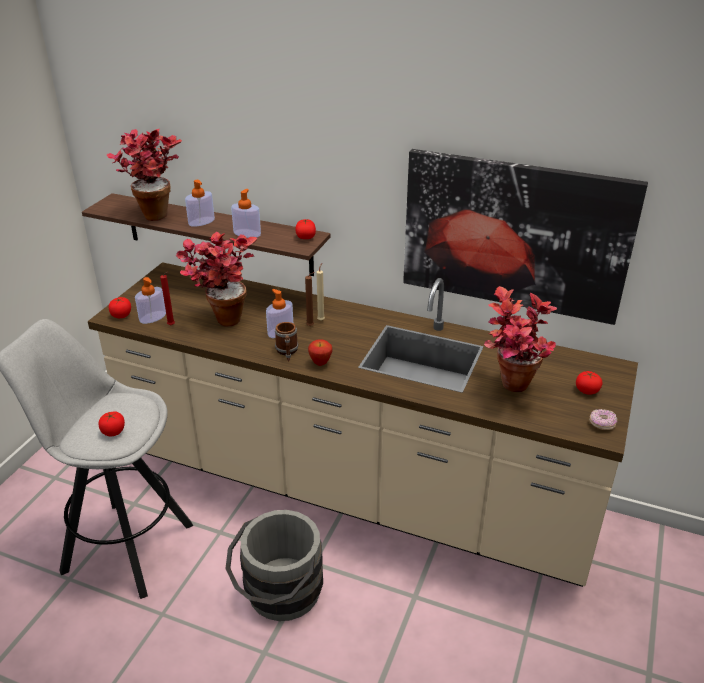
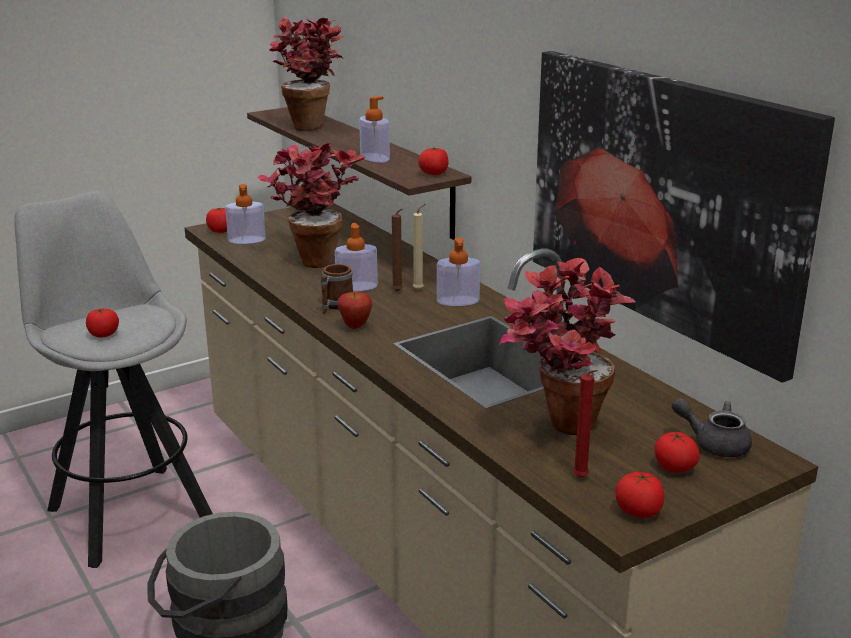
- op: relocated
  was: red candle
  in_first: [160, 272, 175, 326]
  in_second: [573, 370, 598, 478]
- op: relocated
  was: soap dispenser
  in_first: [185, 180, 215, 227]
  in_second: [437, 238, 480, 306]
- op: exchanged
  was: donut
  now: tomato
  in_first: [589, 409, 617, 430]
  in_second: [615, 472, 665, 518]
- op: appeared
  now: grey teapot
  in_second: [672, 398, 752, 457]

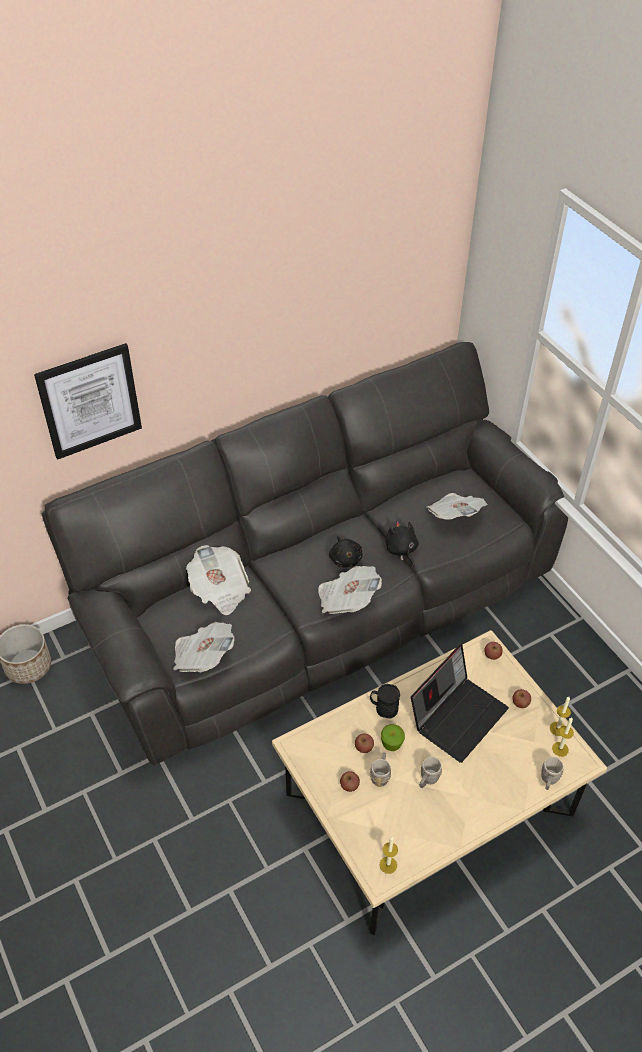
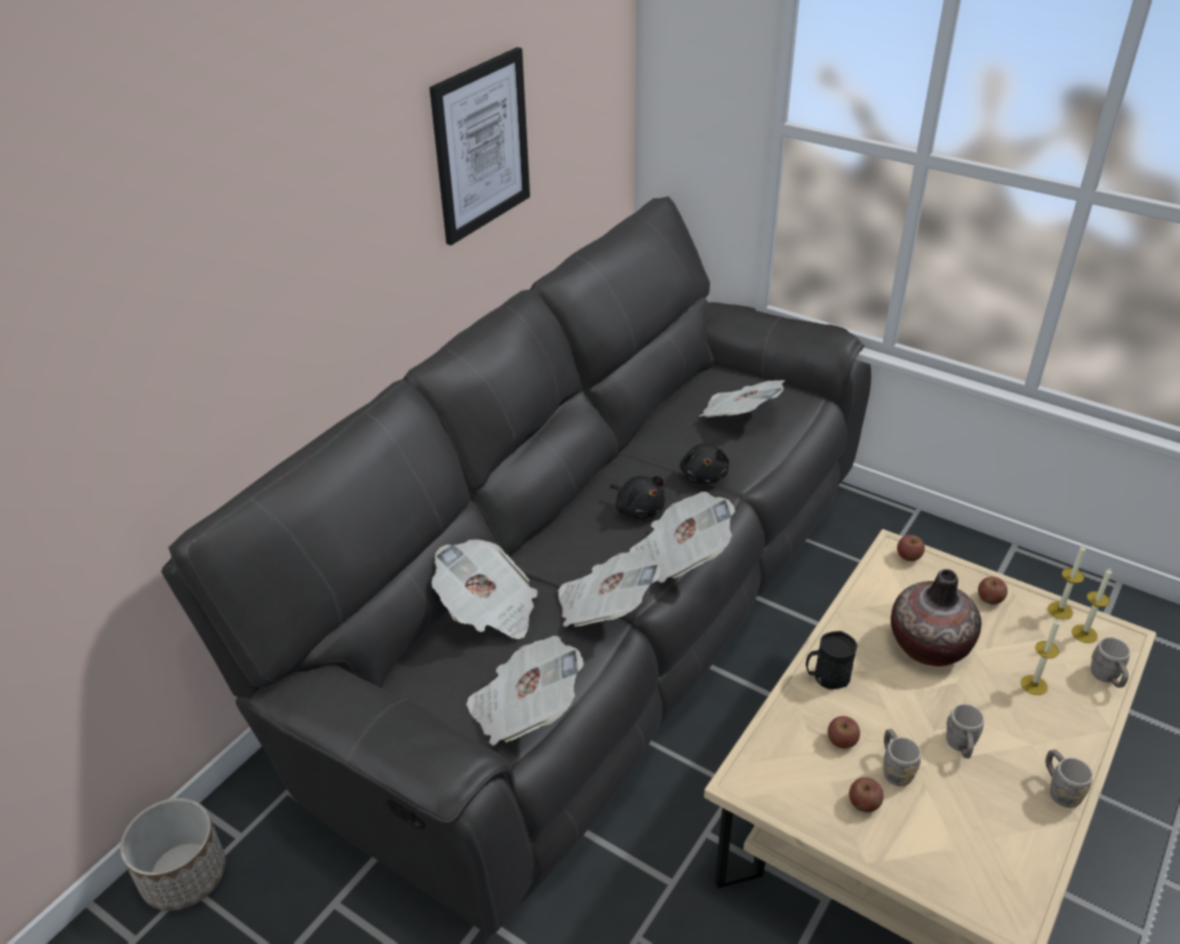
- op: relocated
  was: picture
  in_first: [34, 343, 142, 460]
  in_second: [430, 47, 530, 245]
- op: relocated
  was: candle
  in_first: [379, 836, 398, 874]
  in_second: [1021, 618, 1060, 695]
- op: missing
  was: apple
  in_first: [381, 724, 405, 751]
- op: spun
  was: black plush toy
  in_first: [386, 521, 419, 567]
  in_second: [680, 443, 729, 484]
  clockwise: -135
- op: exchanged
  was: laptop
  now: vase
  in_first: [411, 644, 509, 763]
  in_second: [891, 569, 981, 666]
- op: appeared
  now: newspaper
  in_second: [558, 550, 660, 627]
- op: appeared
  now: grey mug
  in_second: [1045, 749, 1093, 808]

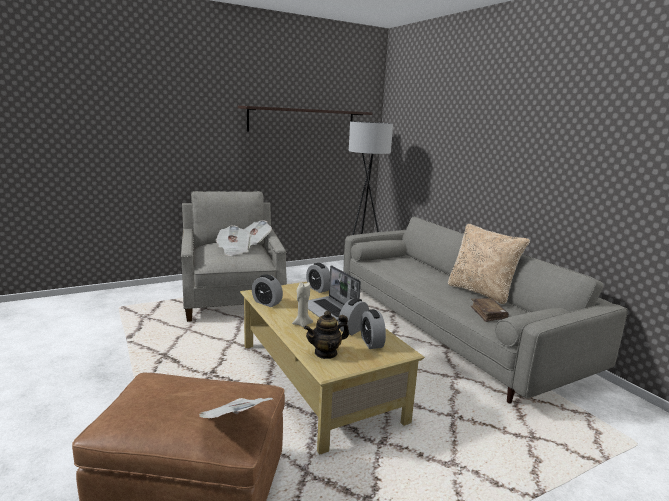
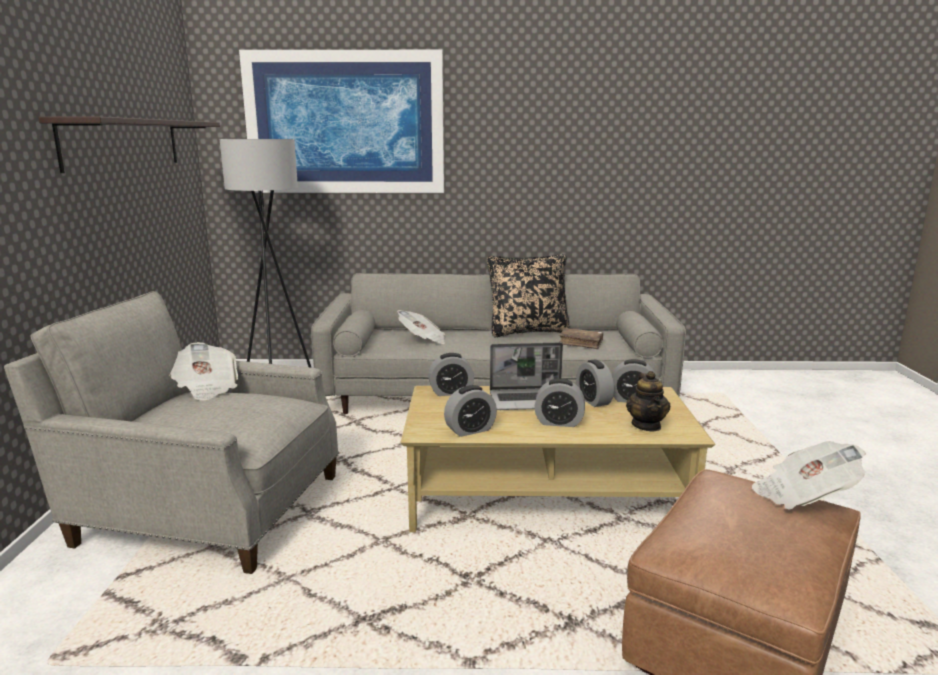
- op: relocated
  was: newspaper
  in_first: [216, 226, 252, 256]
  in_second: [397, 310, 445, 344]
- op: exchanged
  was: beige candle
  now: alarm clock
  in_first: [292, 282, 313, 327]
  in_second: [534, 379, 585, 427]
- op: colour
  was: beige pillow
  now: black pillow
  in_first: [448, 224, 530, 304]
  in_second: [487, 254, 570, 338]
- op: appeared
  now: picture
  in_second: [239, 50, 444, 193]

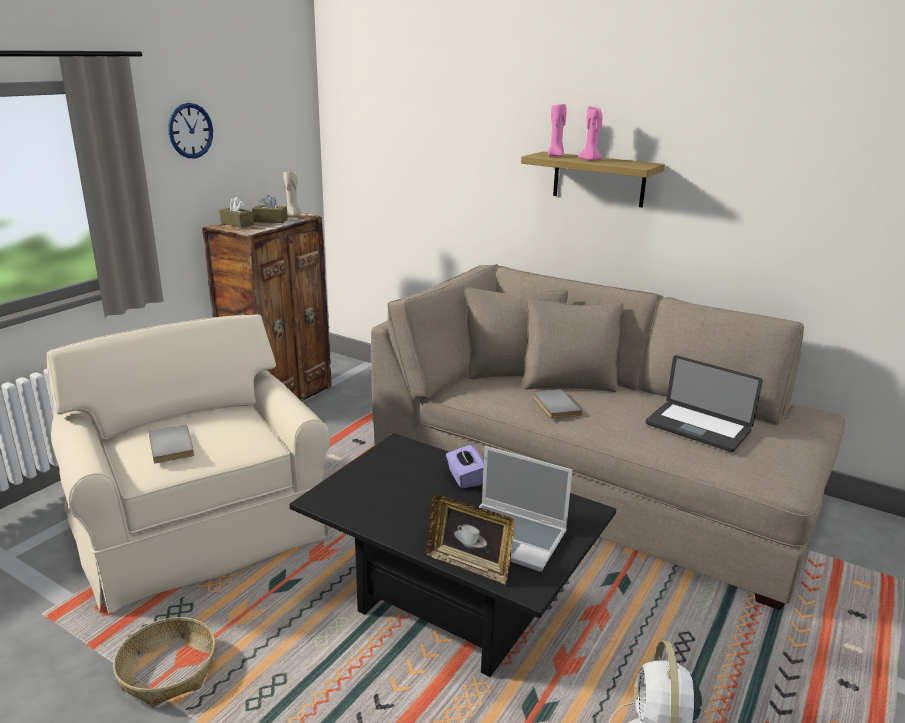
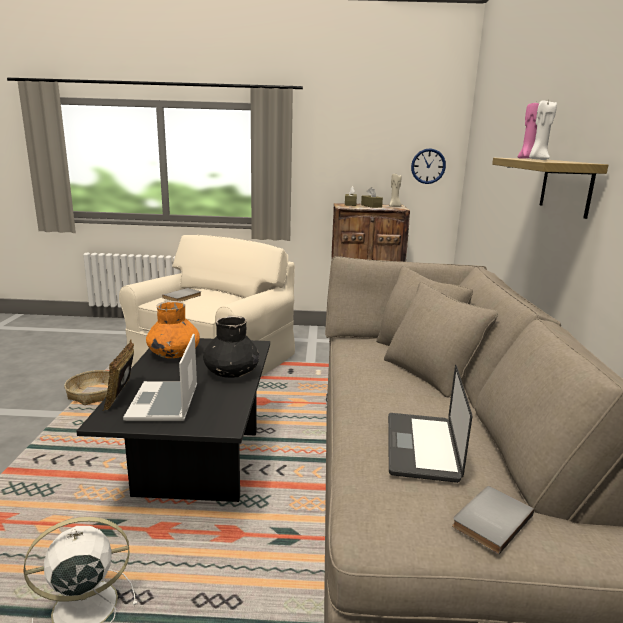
- op: relocated
  was: wall clock
  in_first: [169, 103, 213, 159]
  in_second: [411, 148, 446, 184]
- op: exchanged
  was: purple tissue box
  now: black vase
  in_first: [446, 444, 484, 488]
  in_second: [203, 316, 259, 378]
- op: relocated
  was: grey book
  in_first: [533, 389, 582, 419]
  in_second: [452, 486, 534, 554]
- op: colour
  was: pink candle
  now: white candle
  in_first: [578, 106, 603, 161]
  in_second: [529, 100, 557, 160]
- op: appeared
  now: orange vase
  in_second: [146, 301, 200, 358]

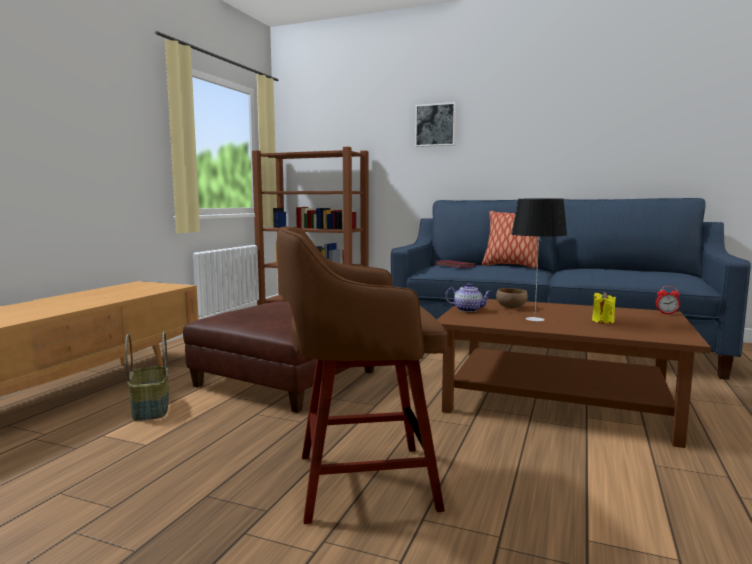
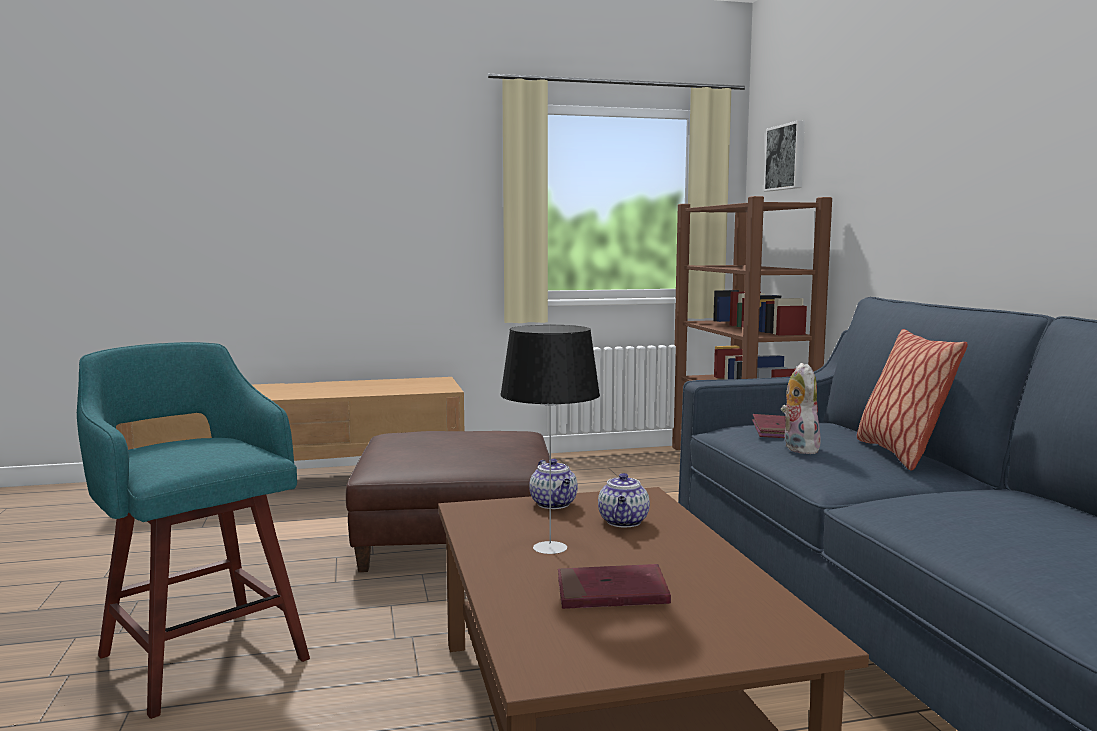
- op: missing
  was: basket
  in_first: [125, 331, 169, 421]
- op: colour
  was: brown stool
  now: turquoise stool
  in_first: [276, 227, 447, 524]
  in_second: [77, 342, 310, 719]
- op: relocated
  was: picture
  in_first: [415, 102, 456, 147]
  in_second: [763, 120, 805, 191]
- op: exchanged
  was: brown bowl
  now: teapot
  in_first: [496, 288, 528, 308]
  in_second: [598, 473, 650, 527]
- op: exchanged
  was: yellow candle
  now: red book
  in_first: [592, 292, 616, 324]
  in_second: [558, 564, 671, 609]
- op: missing
  was: alarm clock
  in_first: [656, 286, 680, 315]
- op: appeared
  now: plush toy
  in_second: [781, 363, 821, 454]

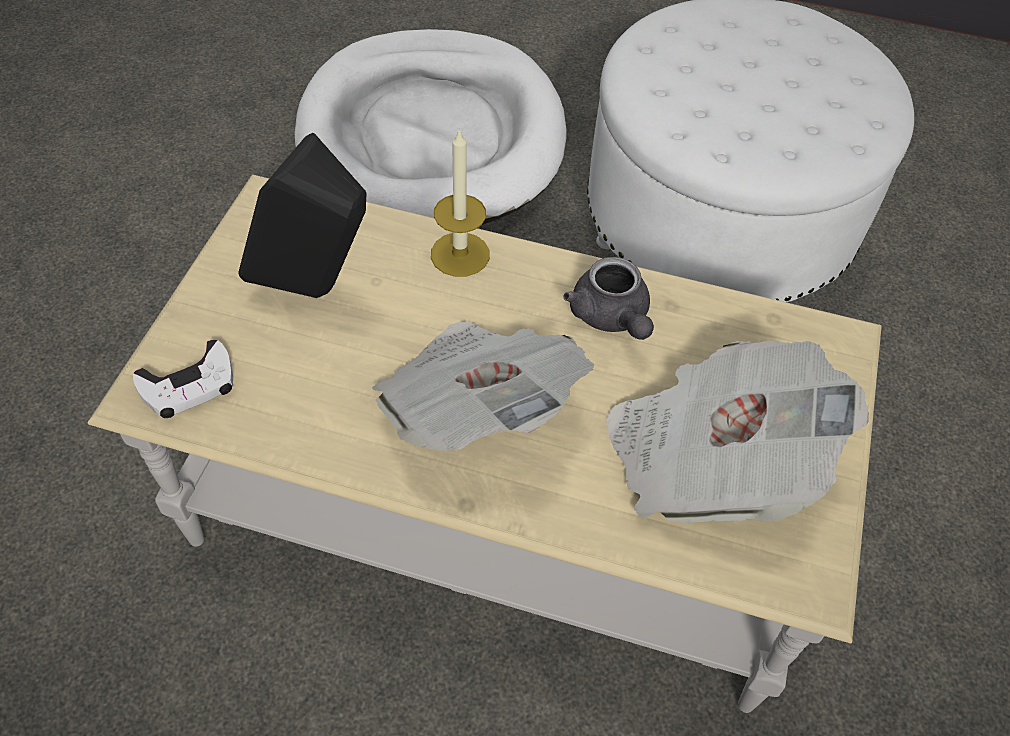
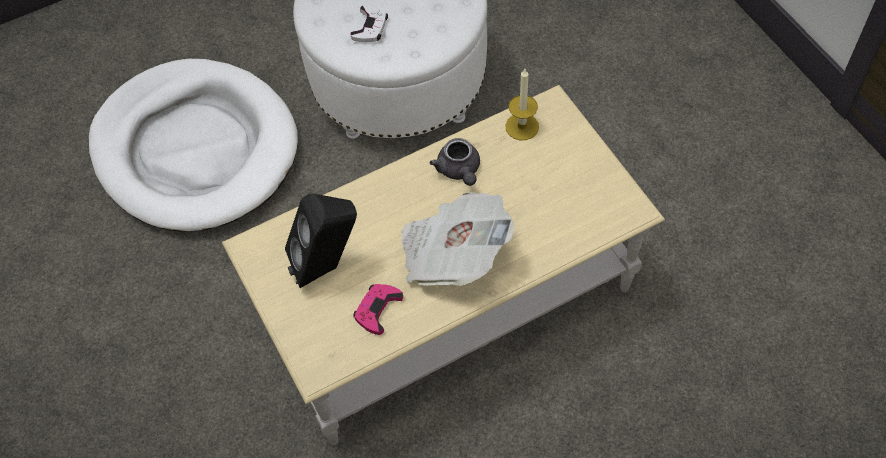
- op: relocated
  was: white game controller
  in_first: [133, 340, 233, 418]
  in_second: [350, 5, 388, 42]
- op: relocated
  was: candle
  in_first: [431, 128, 490, 277]
  in_second: [505, 69, 539, 140]
- op: spun
  was: grey teapot
  in_first: [563, 257, 654, 340]
  in_second: [430, 138, 480, 186]
  clockwise: 45
- op: missing
  was: newspaper
  in_first: [606, 341, 869, 523]
- op: appeared
  now: pink game controller
  in_second: [353, 284, 403, 335]

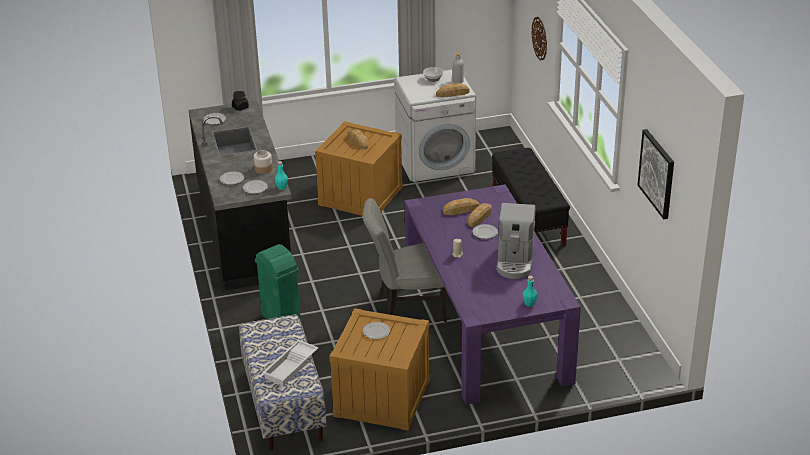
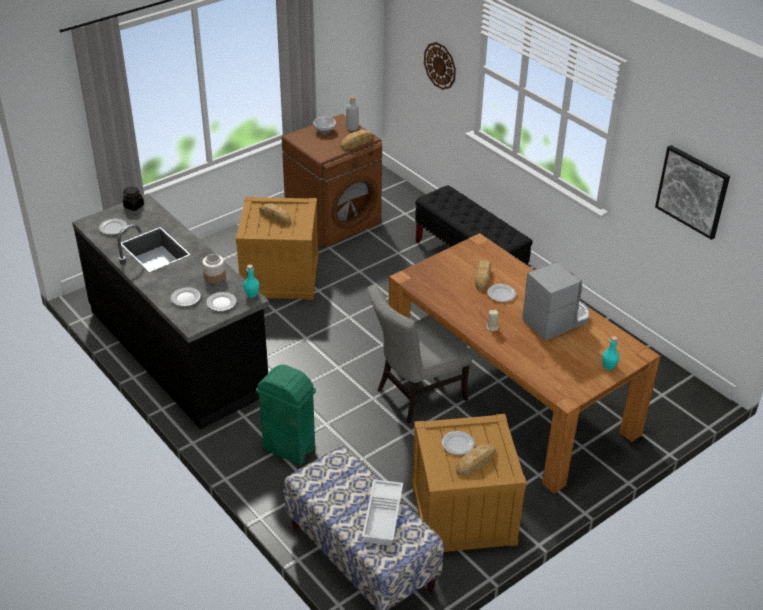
- op: colour
  was: white washing machine
  now: brown washing machine
  in_first: [394, 70, 476, 182]
  in_second: [282, 114, 382, 247]
- op: colour
  was: purple dining table
  now: brown dining table
  in_first: [405, 184, 581, 405]
  in_second: [389, 233, 661, 493]
- op: relocated
  was: bread
  in_first: [443, 198, 480, 215]
  in_second: [456, 443, 496, 476]
- op: spun
  was: coffee machine
  in_first: [496, 203, 535, 279]
  in_second: [522, 262, 590, 340]
  clockwise: -105

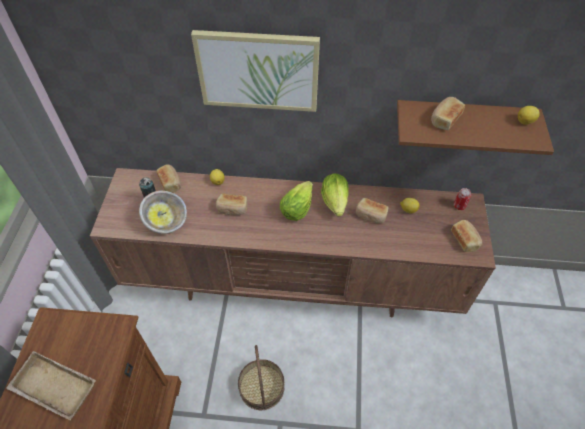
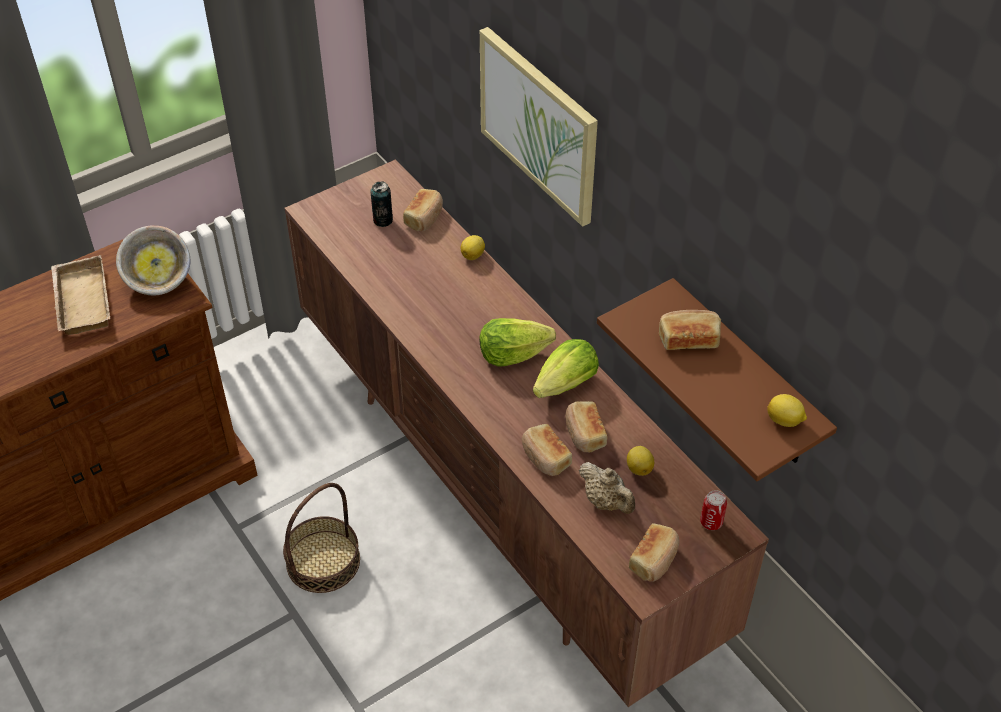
- op: relocated
  was: bowl
  in_first: [139, 191, 187, 234]
  in_second: [116, 225, 190, 295]
- op: relocated
  was: bread
  in_first: [216, 193, 247, 215]
  in_second: [522, 424, 572, 476]
- op: appeared
  now: beige teapot
  in_second: [579, 462, 635, 514]

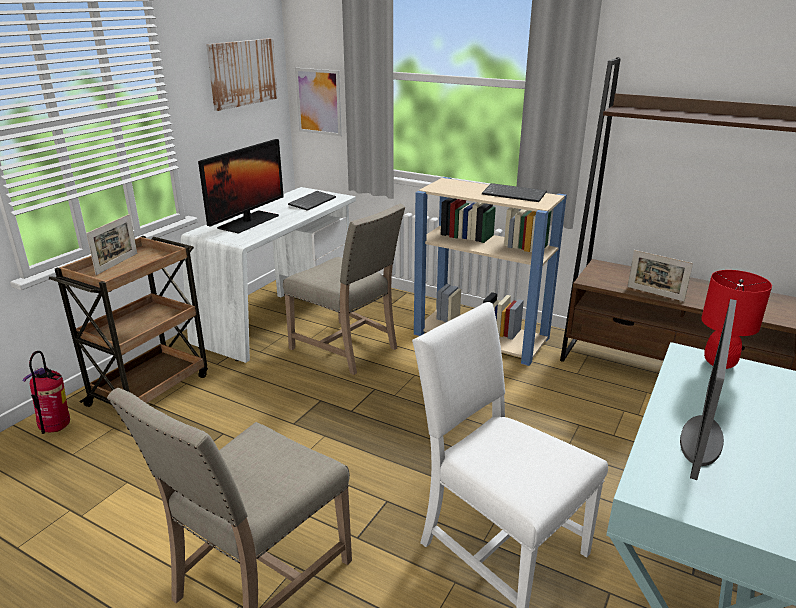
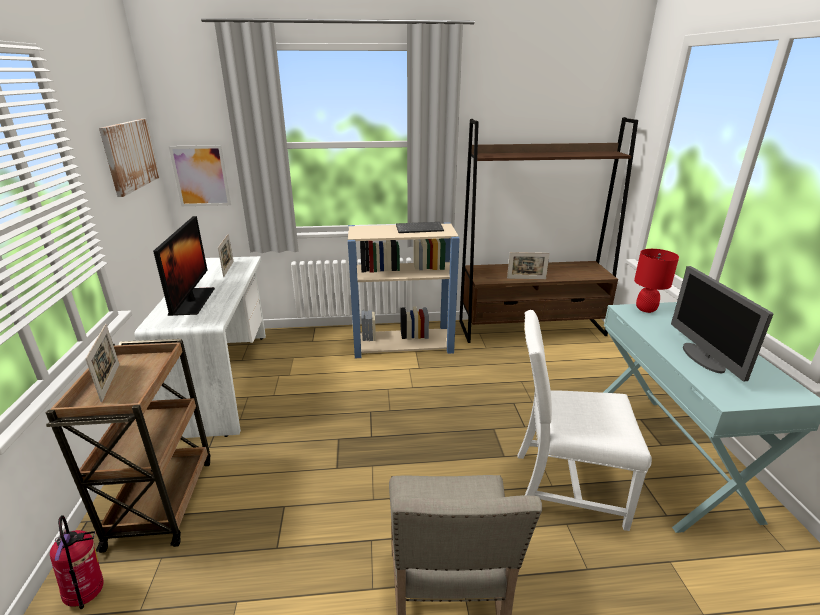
- op: missing
  was: beige chair
  in_first: [283, 204, 405, 375]
- op: exchanged
  was: keyboard
  now: picture frame
  in_first: [288, 191, 336, 211]
  in_second: [218, 234, 234, 277]

